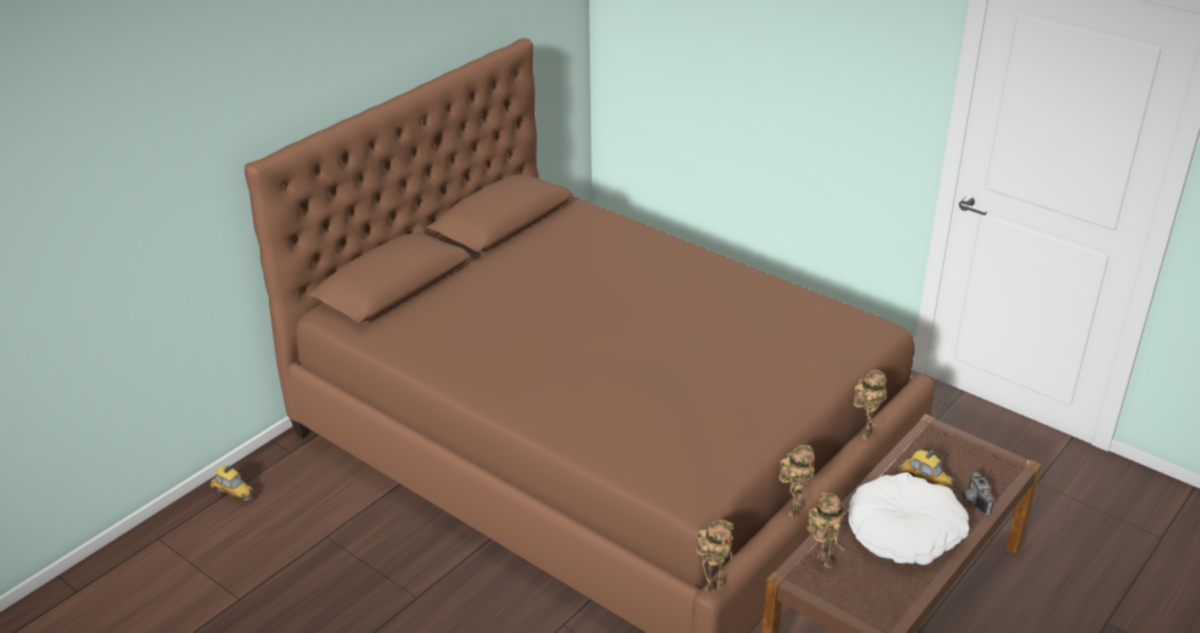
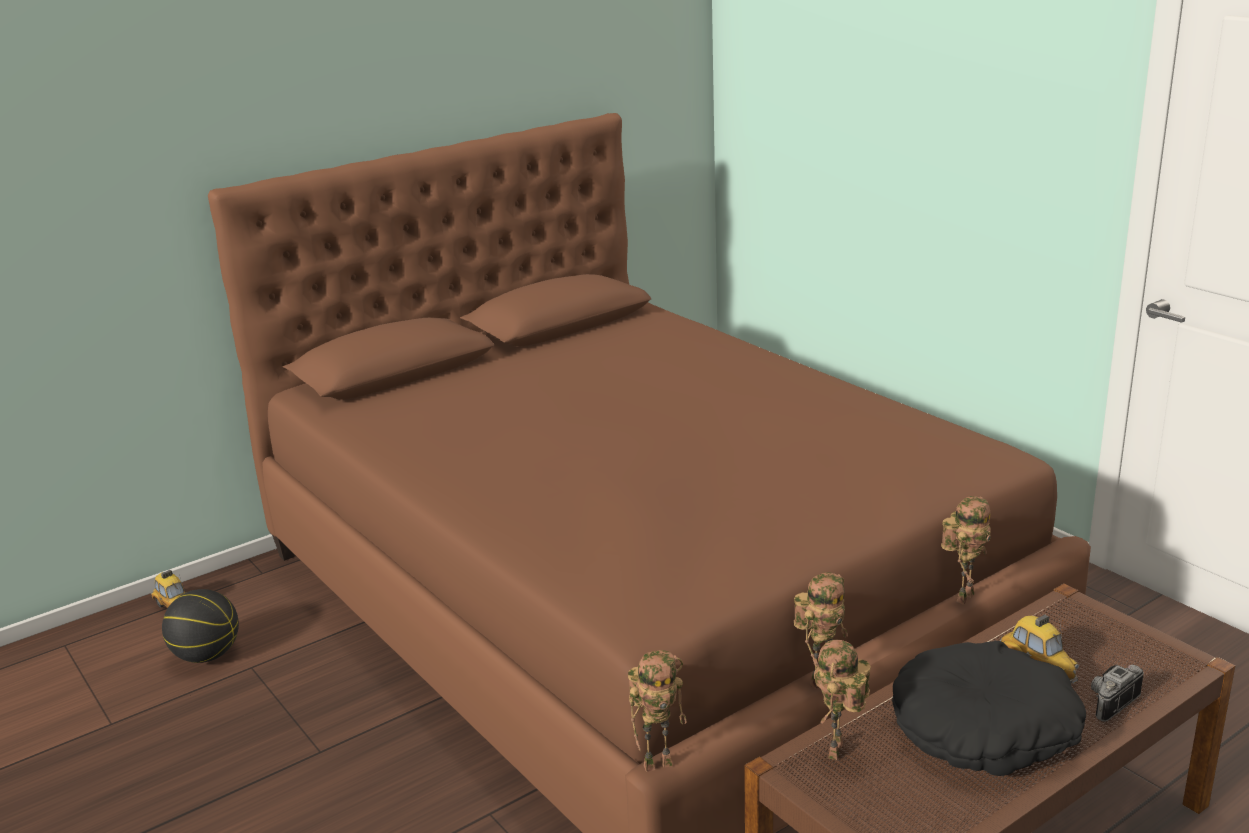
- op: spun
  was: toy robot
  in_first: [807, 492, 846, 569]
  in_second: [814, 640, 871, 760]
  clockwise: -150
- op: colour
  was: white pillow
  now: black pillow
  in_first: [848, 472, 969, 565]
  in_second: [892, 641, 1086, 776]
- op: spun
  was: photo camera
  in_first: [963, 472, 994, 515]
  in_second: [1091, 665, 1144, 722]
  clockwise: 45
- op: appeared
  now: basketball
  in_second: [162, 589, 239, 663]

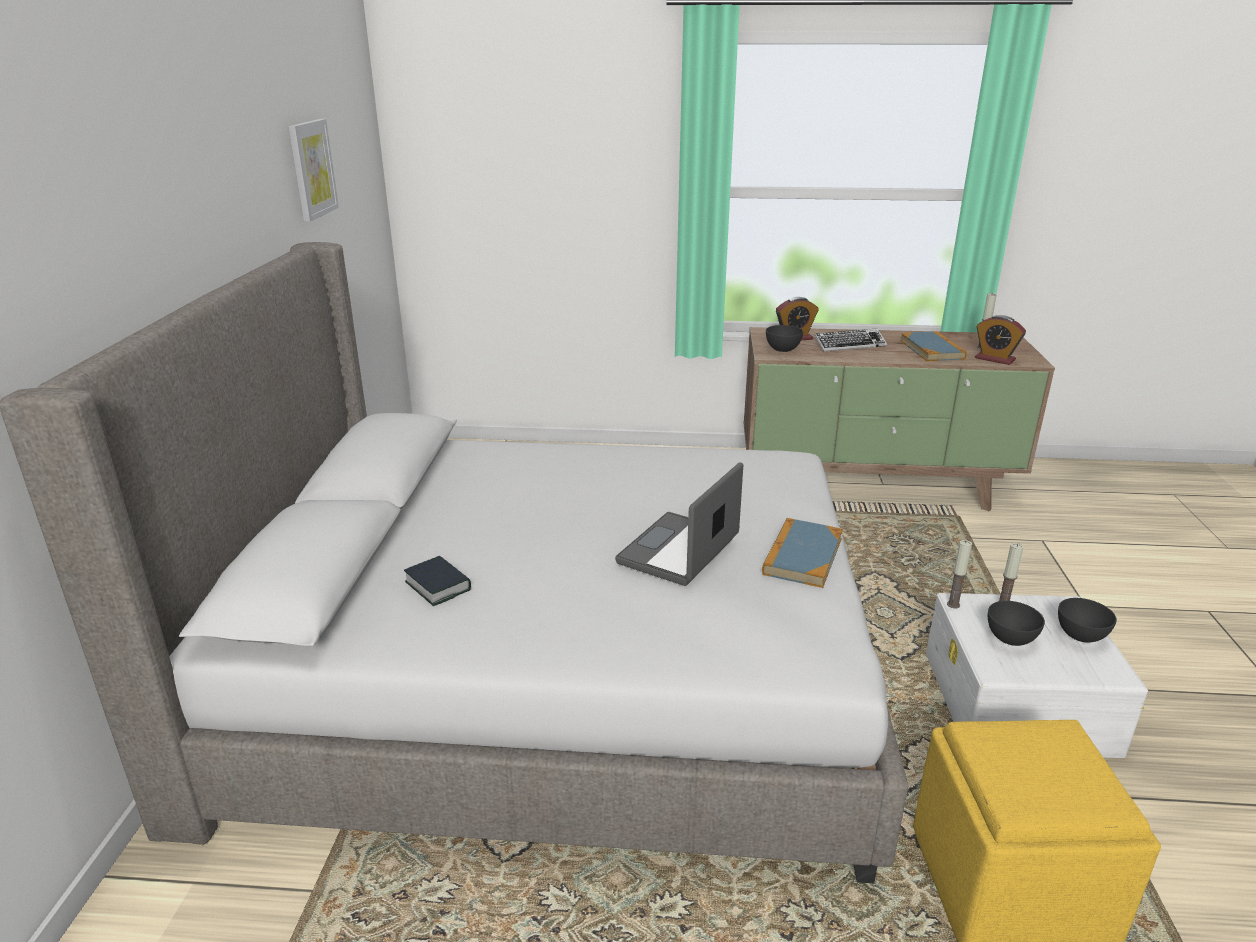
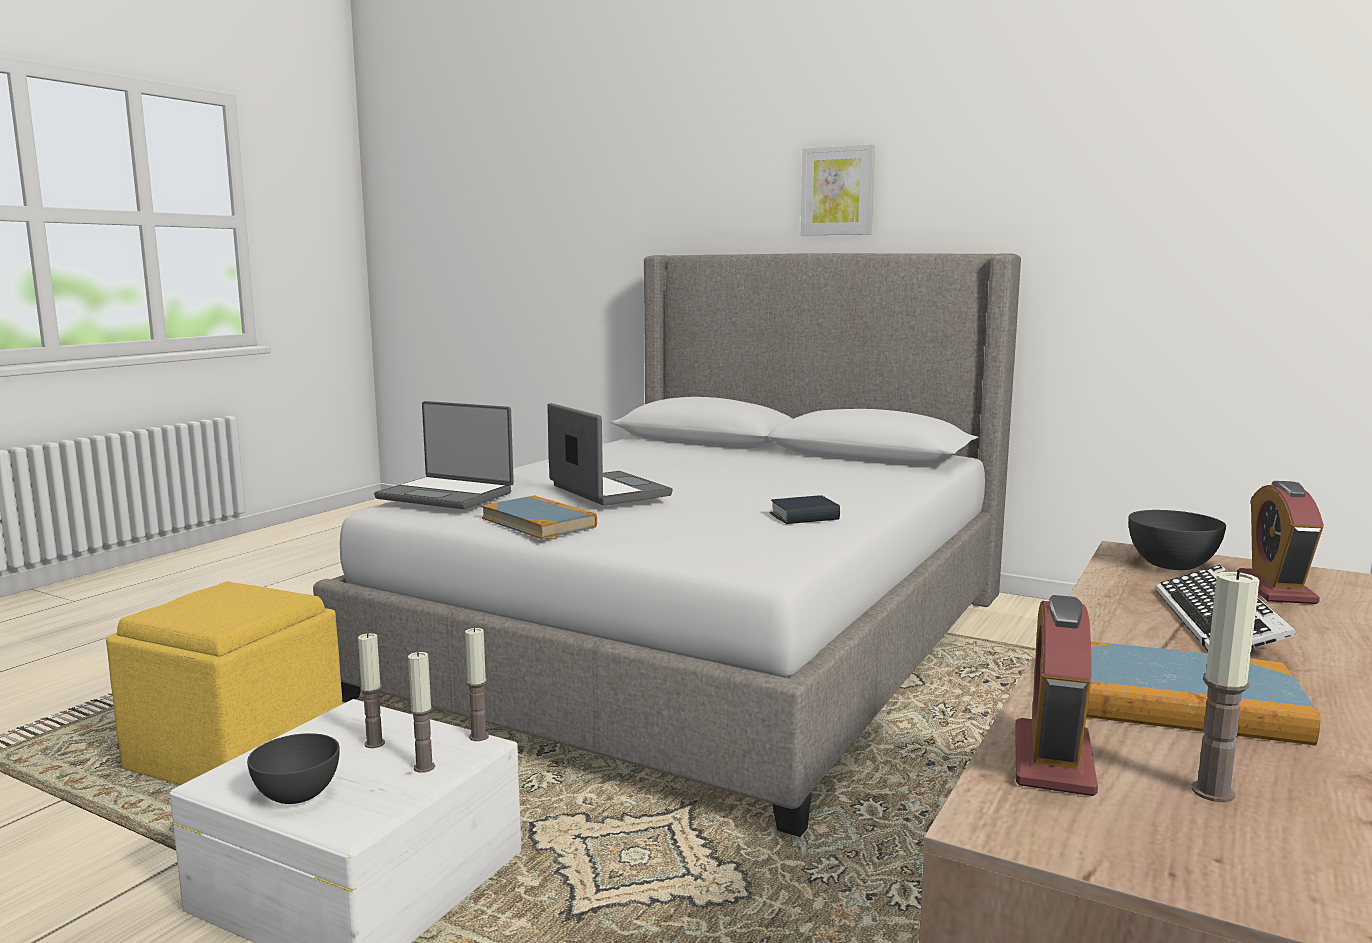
- op: relocated
  was: picture
  in_first: [289, 119, 339, 222]
  in_second: [801, 144, 875, 235]
- op: relocated
  was: book
  in_first: [404, 556, 471, 606]
  in_second: [770, 495, 840, 524]
- op: spun
  was: alarm clock
  in_first: [975, 315, 1026, 365]
  in_second: [1015, 595, 1098, 796]
  clockwise: -45
- op: exchanged
  was: grey bowl
  now: candle
  in_first: [988, 601, 1045, 646]
  in_second: [358, 633, 385, 748]
- op: appeared
  now: laptop
  in_second: [374, 401, 514, 509]

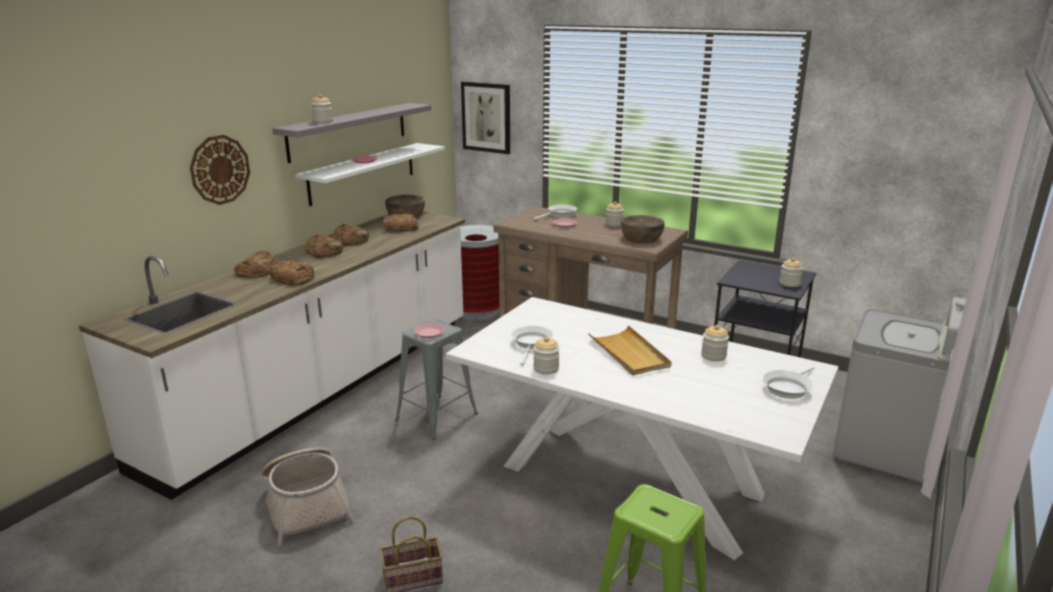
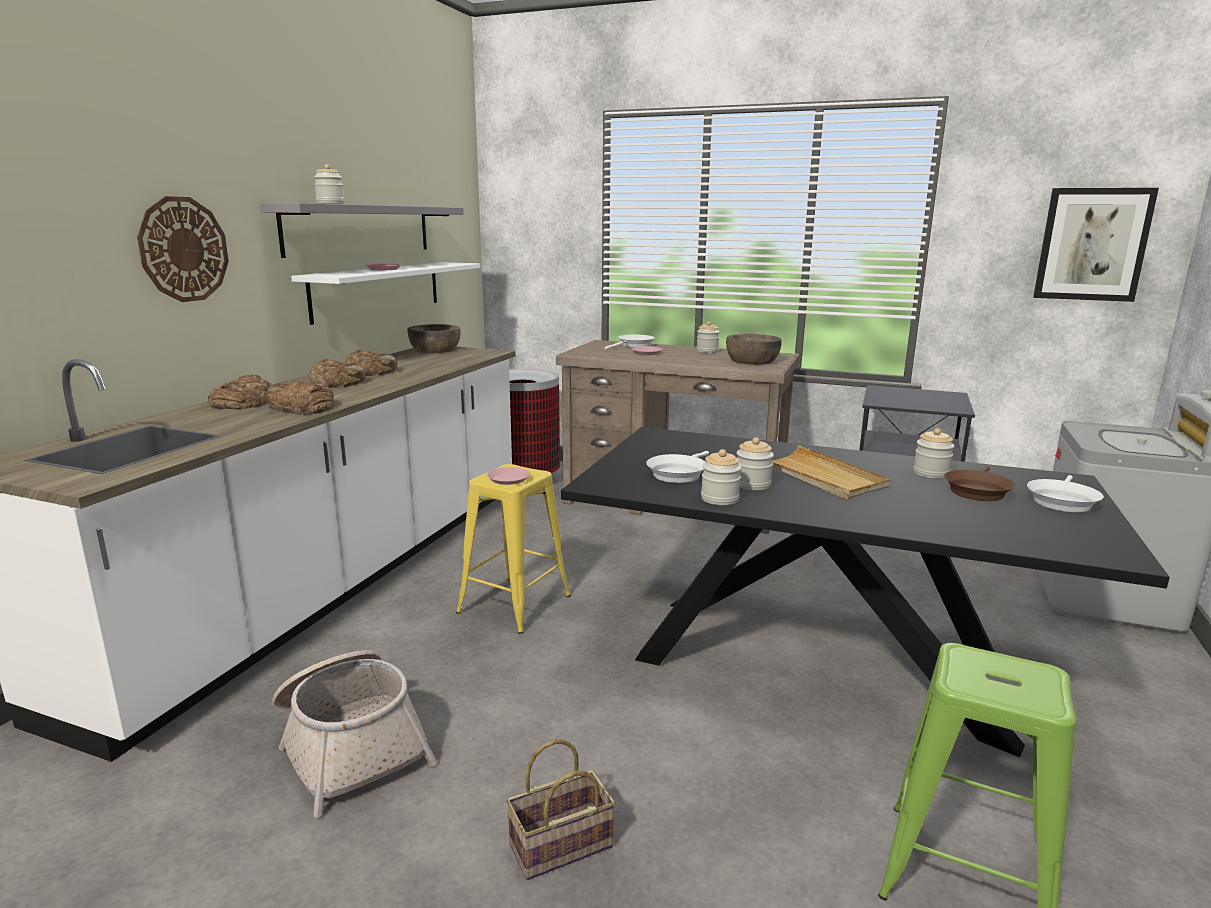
- op: missing
  was: bread
  in_first: [383, 214, 419, 233]
- op: colour
  was: grey stool
  now: yellow stool
  in_first: [395, 319, 478, 440]
  in_second: [456, 464, 571, 634]
- op: colour
  was: white dining table
  now: black dining table
  in_first: [446, 297, 839, 560]
  in_second: [561, 427, 1170, 757]
- op: relocated
  was: picture
  in_first: [461, 82, 510, 154]
  in_second: [1033, 188, 1159, 302]
- op: spun
  was: white frying pan
  in_first: [511, 326, 553, 366]
  in_second: [646, 451, 709, 483]
  clockwise: -150
- op: relocated
  was: jar
  in_first: [779, 258, 803, 287]
  in_second: [737, 437, 774, 490]
- op: appeared
  now: brown frying pan
  in_second: [944, 466, 1015, 501]

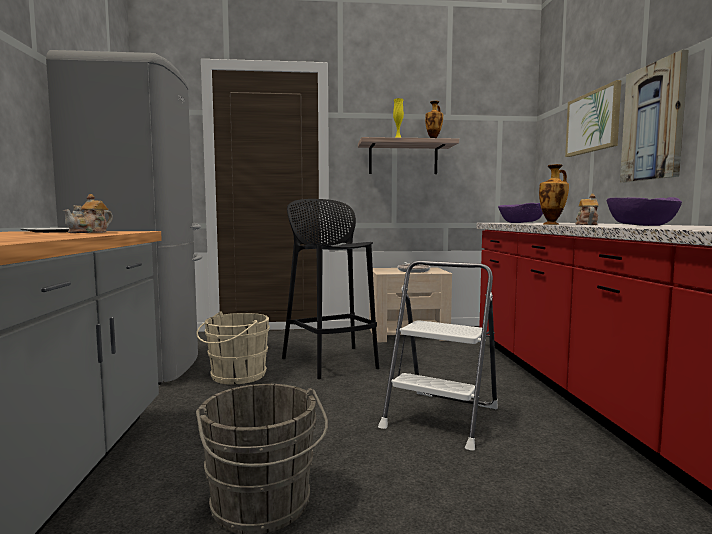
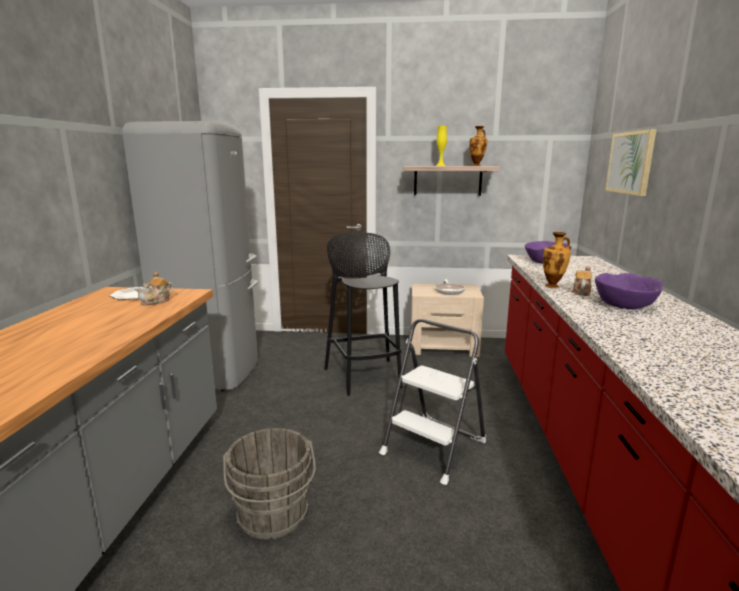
- op: missing
  was: beige bucket
  in_first: [196, 312, 270, 385]
- op: missing
  was: picture
  in_first: [620, 50, 689, 183]

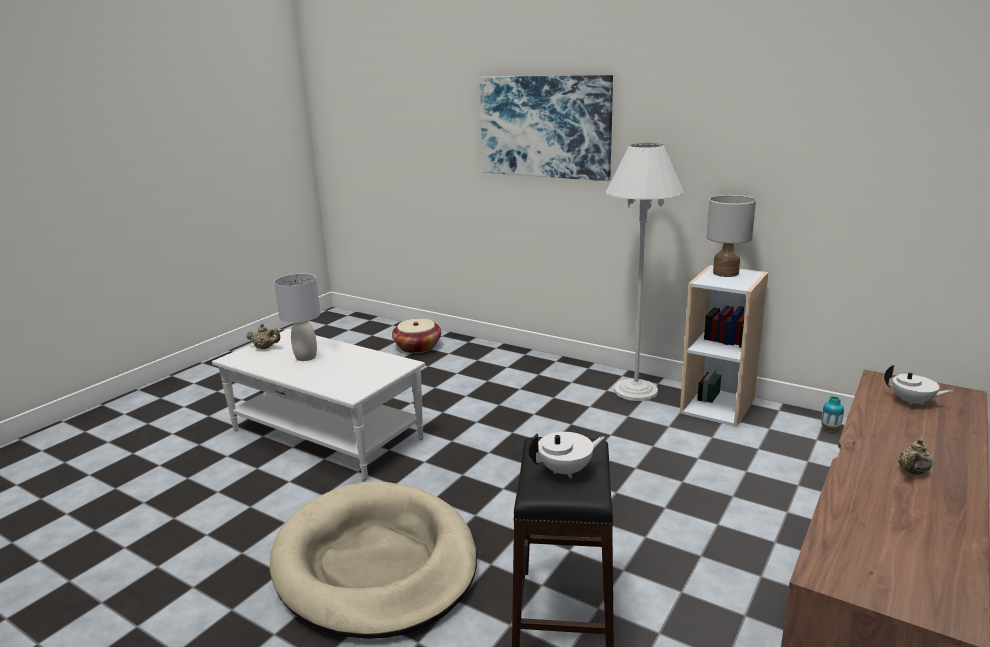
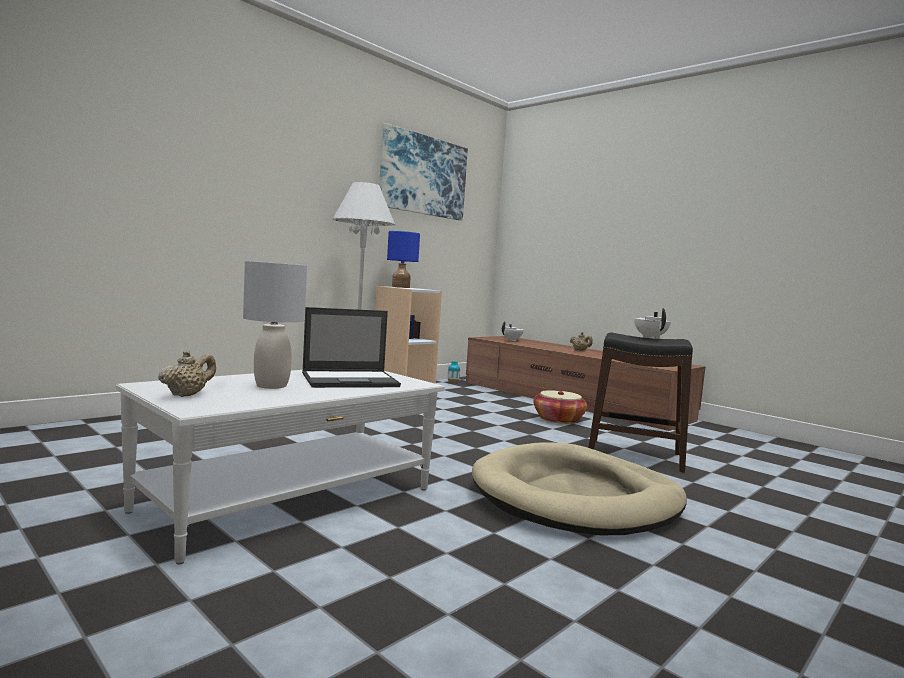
- op: relocated
  was: basket
  in_first: [392, 319, 441, 353]
  in_second: [534, 390, 587, 424]
- op: relocated
  was: picture
  in_first: [479, 75, 613, 181]
  in_second: [379, 123, 468, 220]
- op: colour
  was: grey table lamp
  now: blue table lamp
  in_first: [706, 195, 756, 277]
  in_second: [387, 231, 420, 288]
- op: appeared
  now: laptop
  in_second: [302, 307, 401, 388]

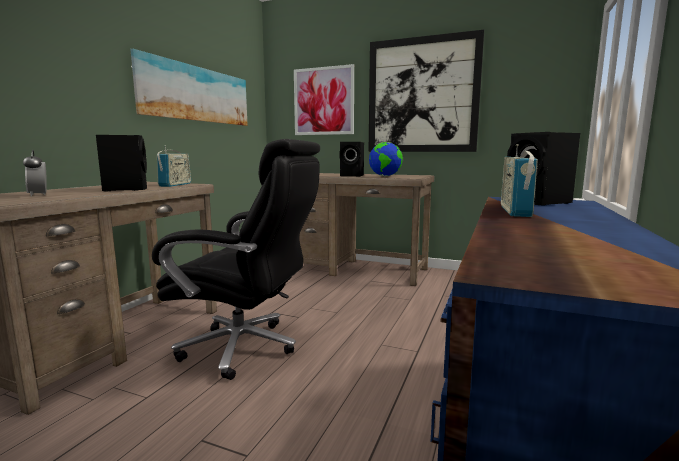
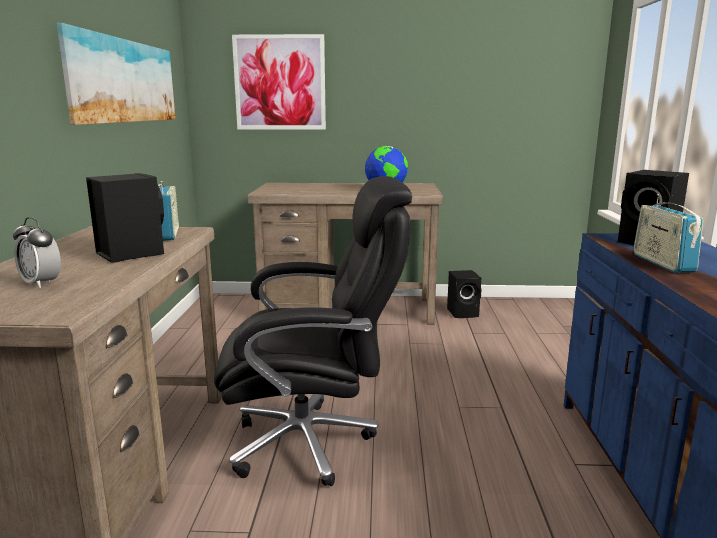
- op: relocated
  was: black speaker
  in_first: [340, 142, 364, 177]
  in_second: [447, 270, 482, 318]
- op: missing
  was: picture
  in_first: [368, 30, 484, 152]

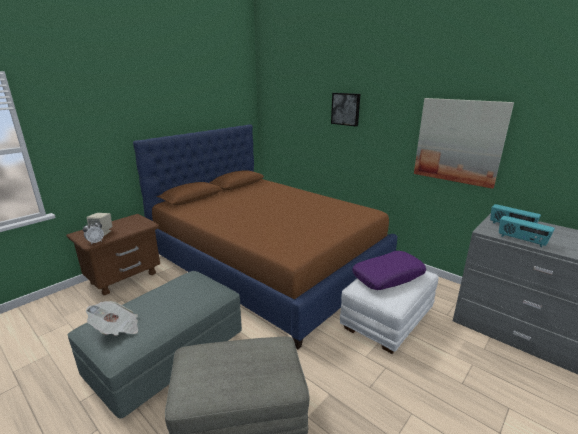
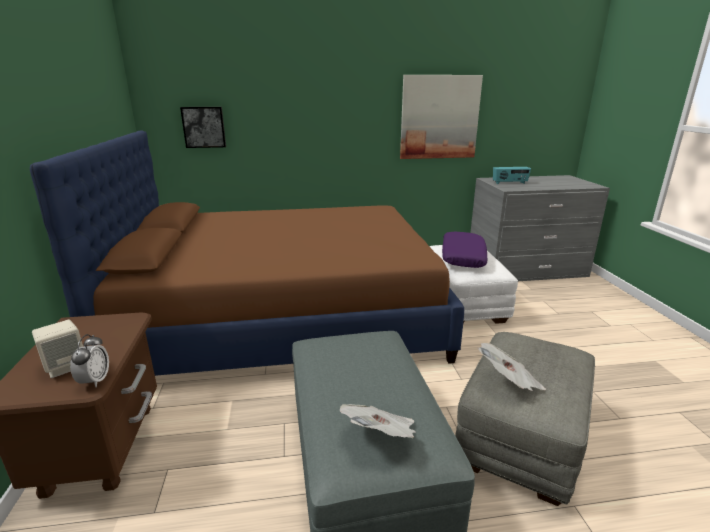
- op: relocated
  was: picture
  in_first: [331, 93, 360, 126]
  in_second: [180, 107, 226, 148]
- op: missing
  was: radio
  in_first: [499, 216, 555, 247]
- op: appeared
  now: newspaper
  in_second: [478, 343, 546, 391]

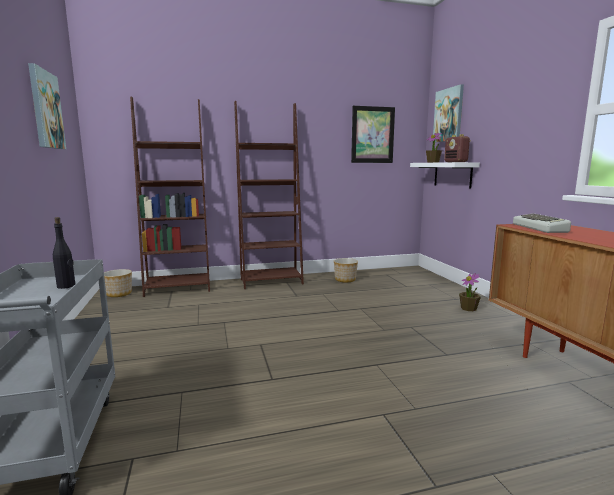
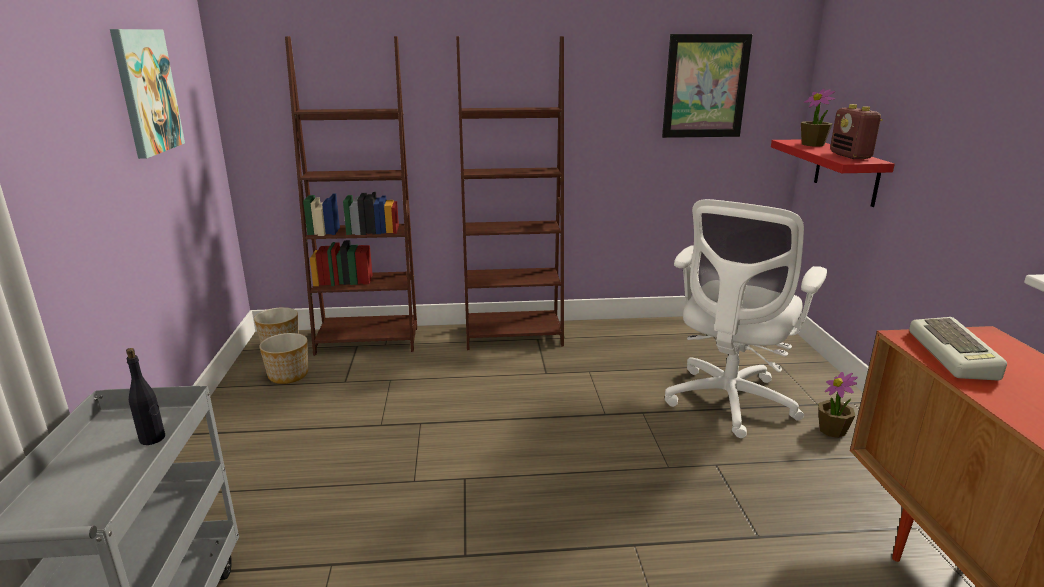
- op: relocated
  was: planter
  in_first: [334, 258, 358, 282]
  in_second: [259, 333, 308, 384]
- op: colour
  was: white shelf
  now: red shelf
  in_first: [410, 162, 480, 189]
  in_second: [771, 139, 895, 207]
- op: missing
  was: picture
  in_first: [433, 84, 464, 143]
- op: appeared
  now: white office chair
  in_second: [665, 199, 827, 438]

